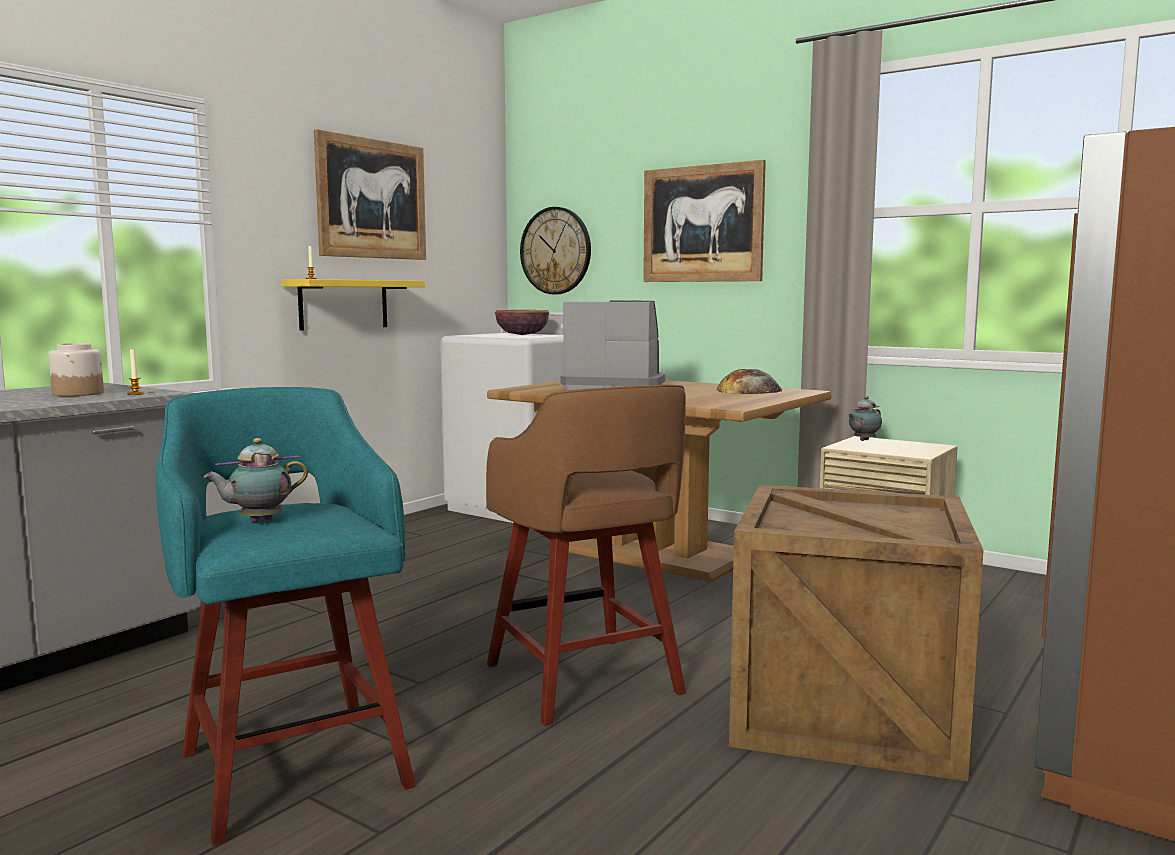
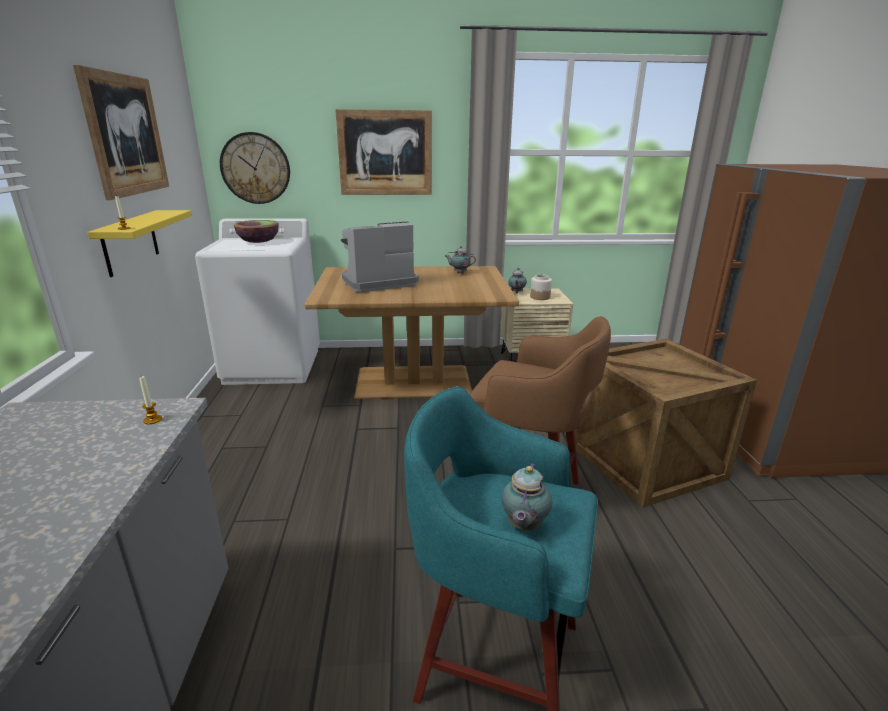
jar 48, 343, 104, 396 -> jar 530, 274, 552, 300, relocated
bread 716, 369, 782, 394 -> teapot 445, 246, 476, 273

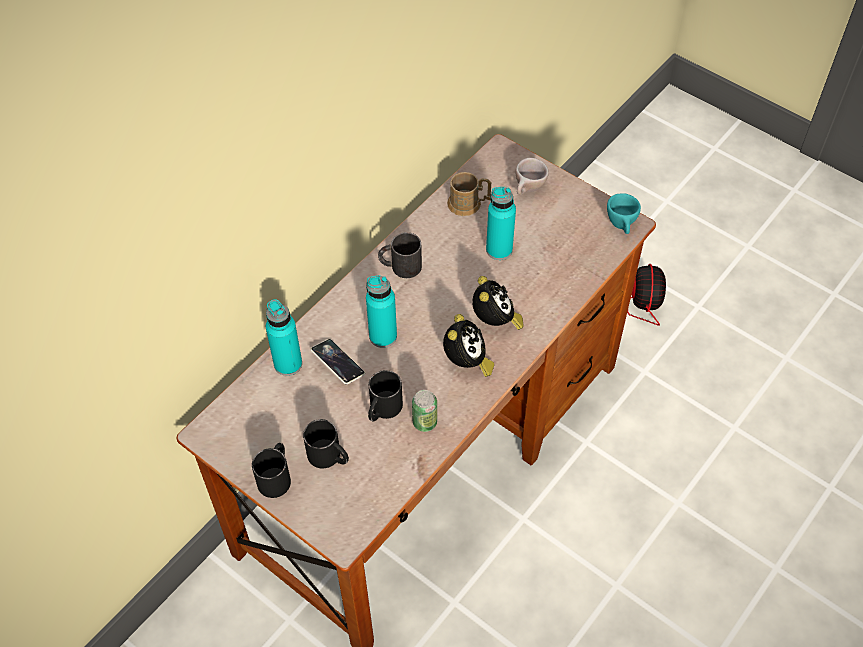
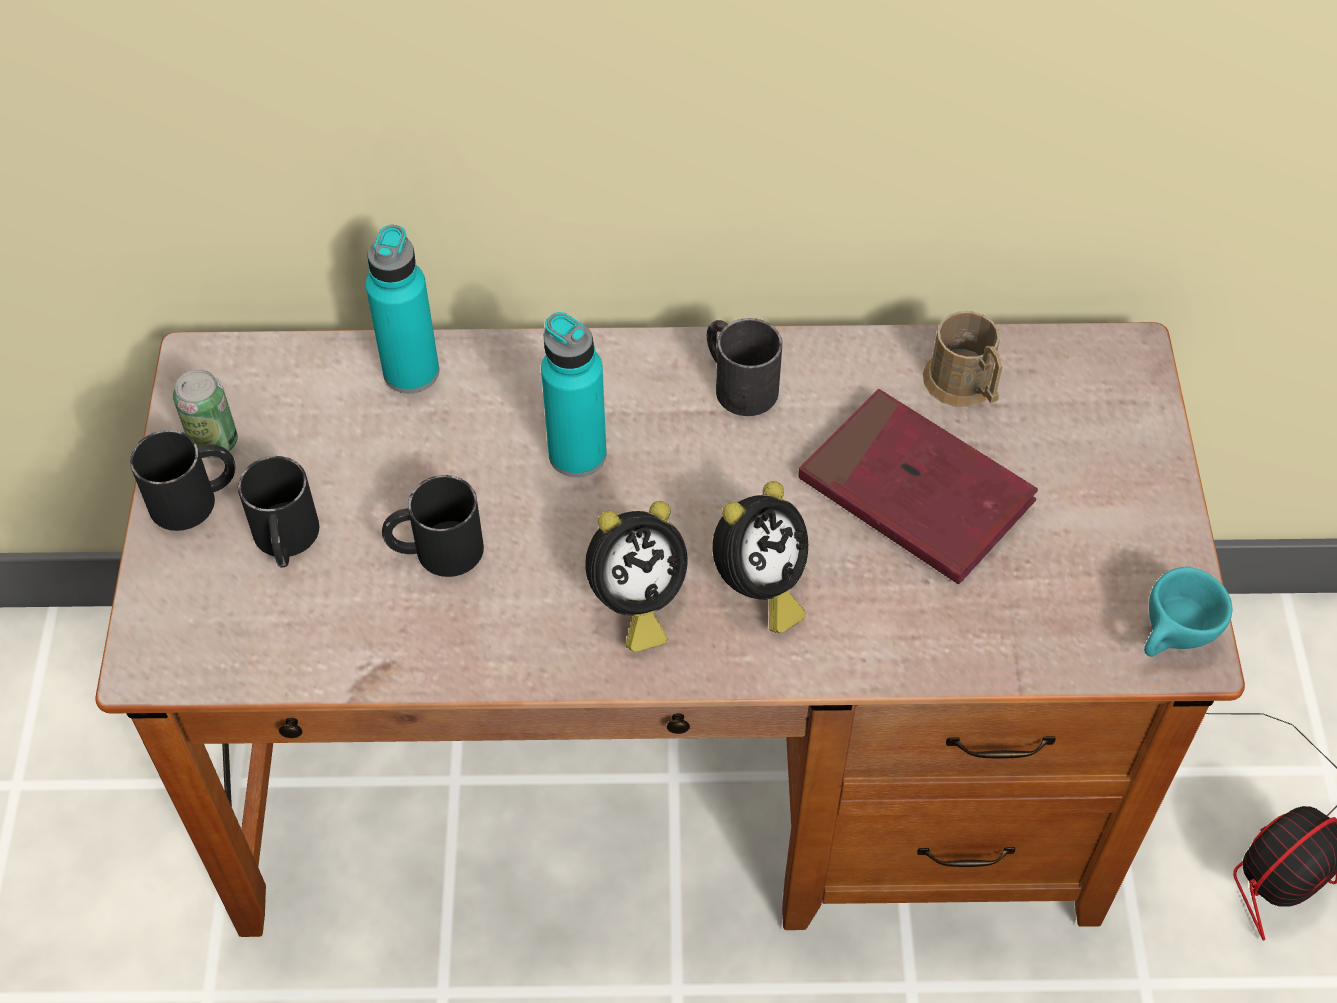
phone 310, 339, 365, 385 -> none
beige cup 515, 158, 549, 195 -> none
can 412, 390, 437, 432 -> can 173, 369, 238, 458, relocated
turquoise bottle 486, 187, 516, 260 -> red book 798, 389, 1038, 584

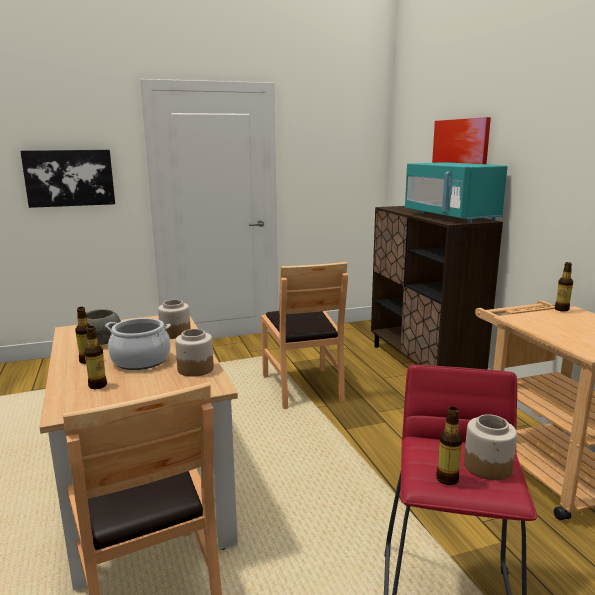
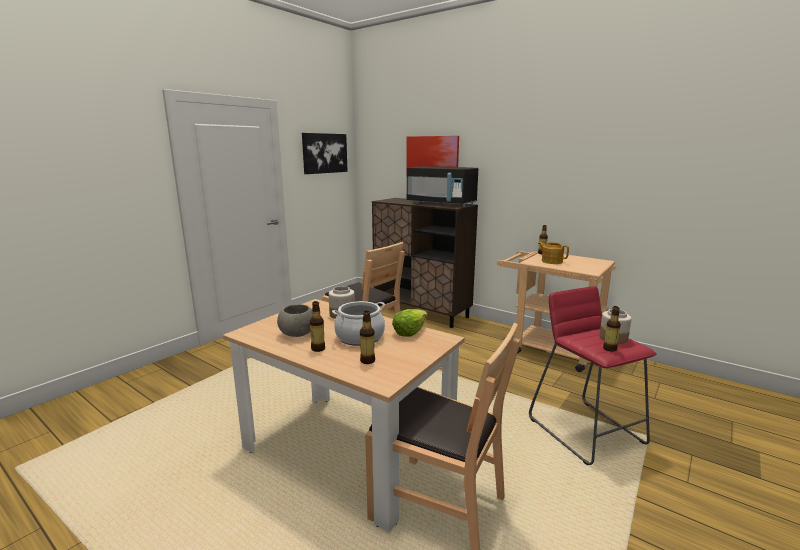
none -> teapot 538, 242, 569, 264
picture 20, 150, 115, 208 -> picture 302, 133, 348, 174, relocated
jar 175, 329, 214, 377 -> lettuce 392, 309, 428, 337
turquoise microwave 405, 162, 507, 223 -> black microwave 407, 166, 478, 207

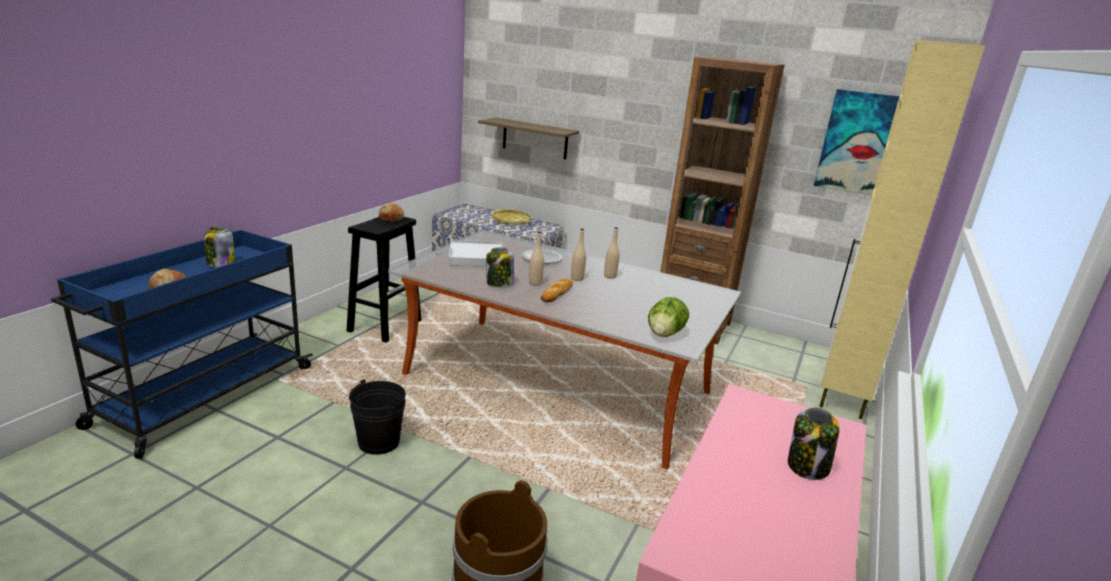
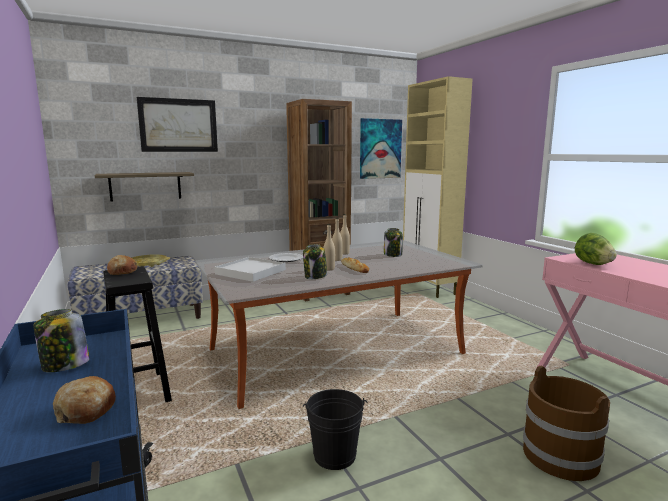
none -> picture 137, 97, 218, 152
lettuce 648, 297, 689, 337 -> lettuce 575, 233, 617, 265, relocated
jar 788, 407, 840, 480 -> jar 384, 228, 403, 257, relocated

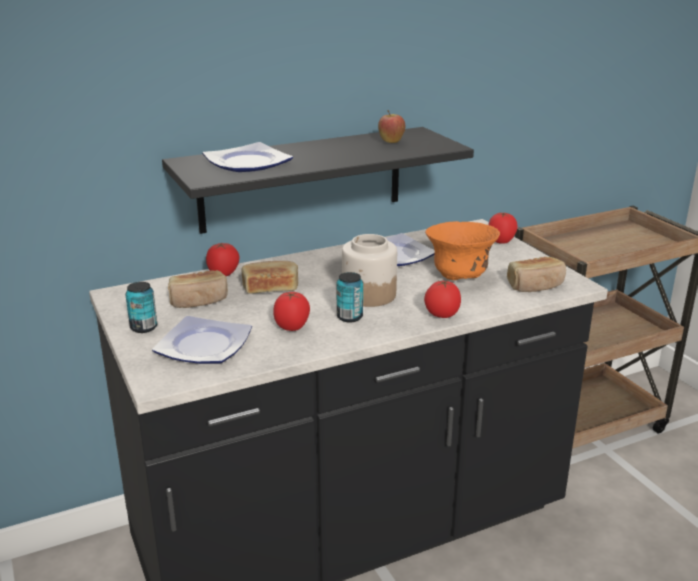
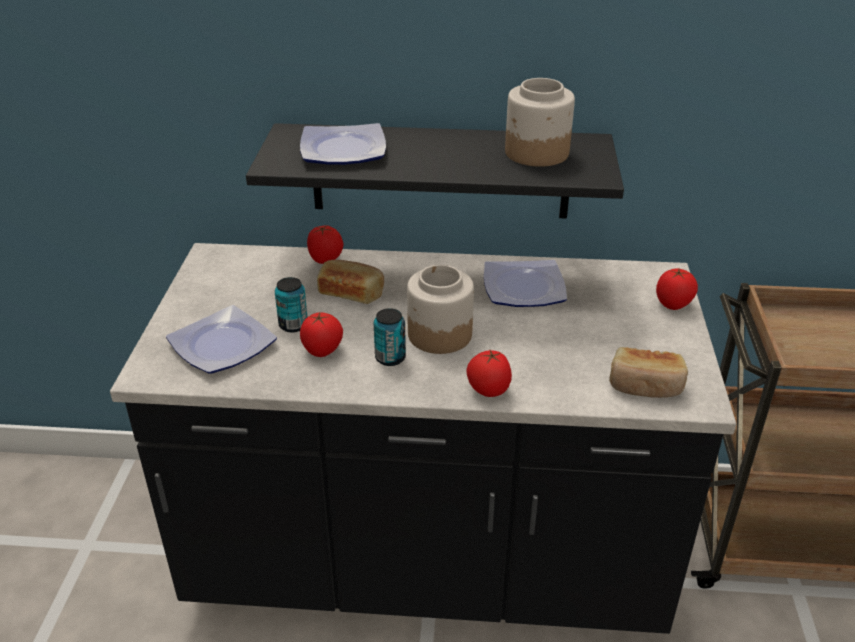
bread 168, 270, 228, 308 -> none
orange bowl 425, 221, 500, 280 -> none
can 125, 282, 157, 333 -> can 275, 277, 307, 332, relocated
apple 378, 110, 405, 143 -> jar 505, 78, 575, 167

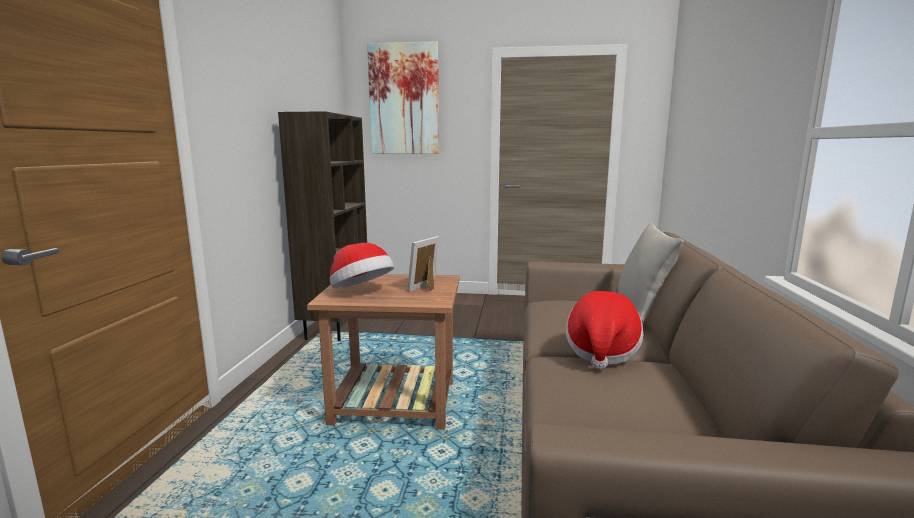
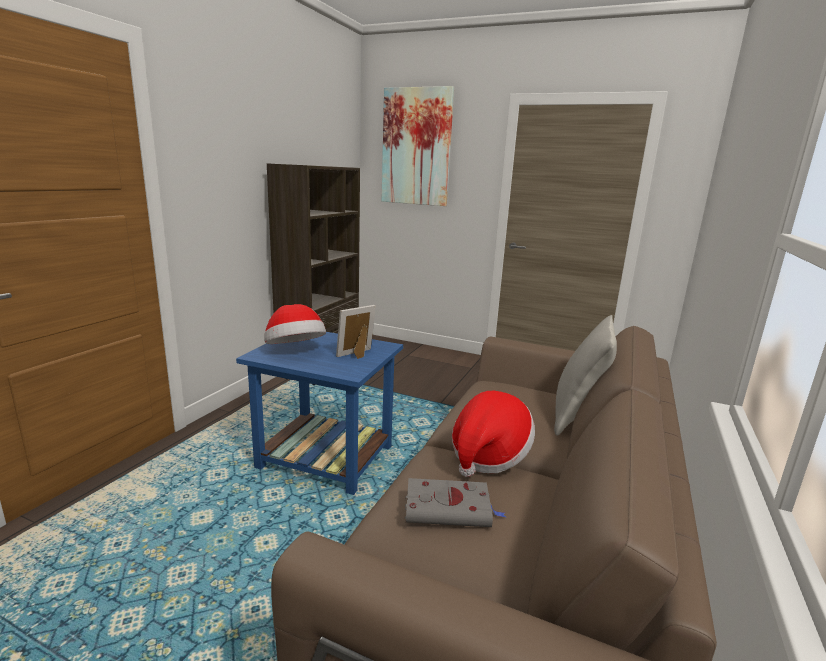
none -> grey book 405, 478, 506, 527
brown side table 307, 274, 460, 430 -> blue side table 236, 332, 403, 495

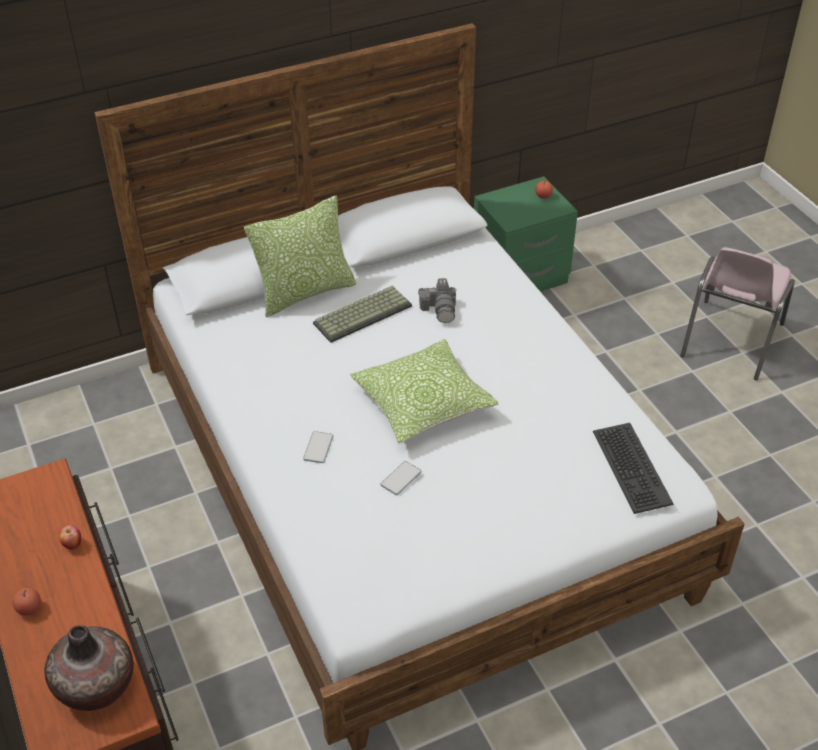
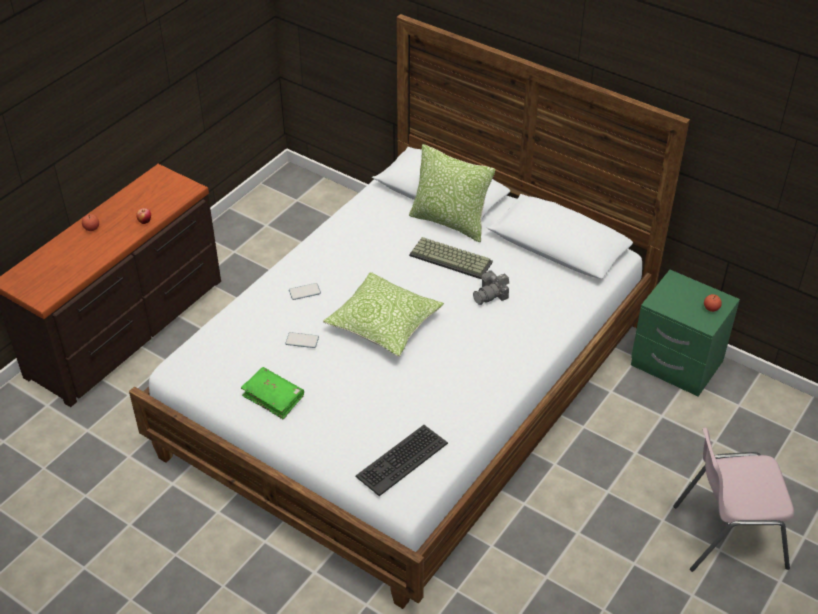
vase 45, 625, 134, 711 -> none
none -> green book 241, 367, 304, 419

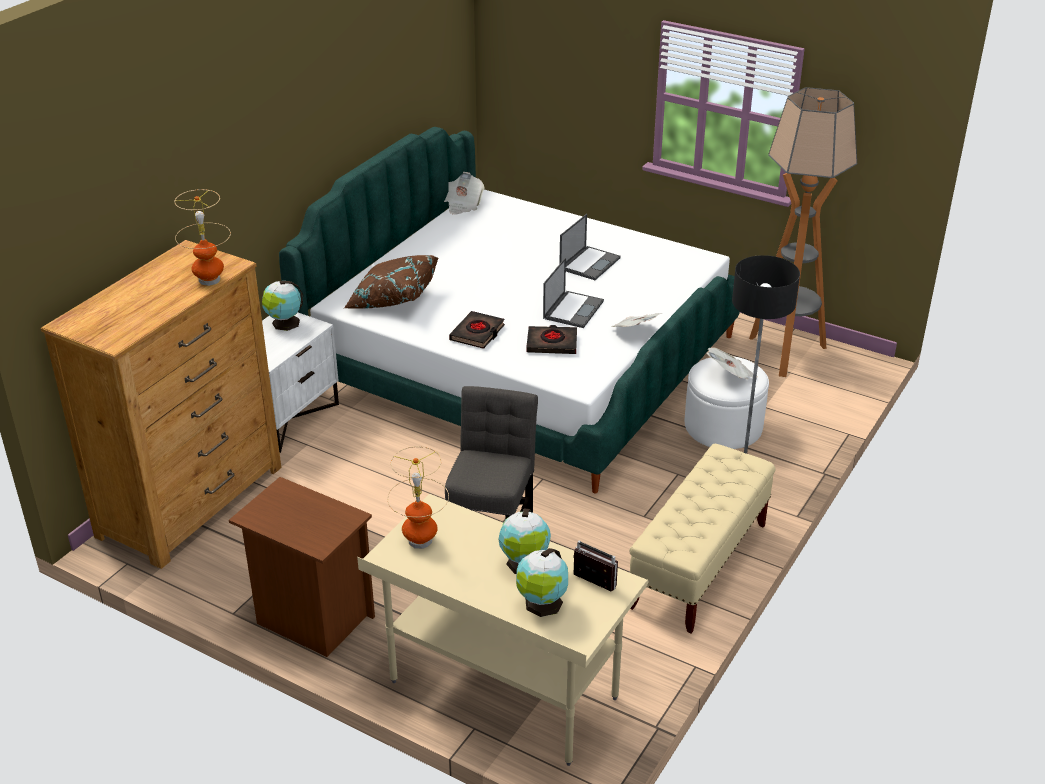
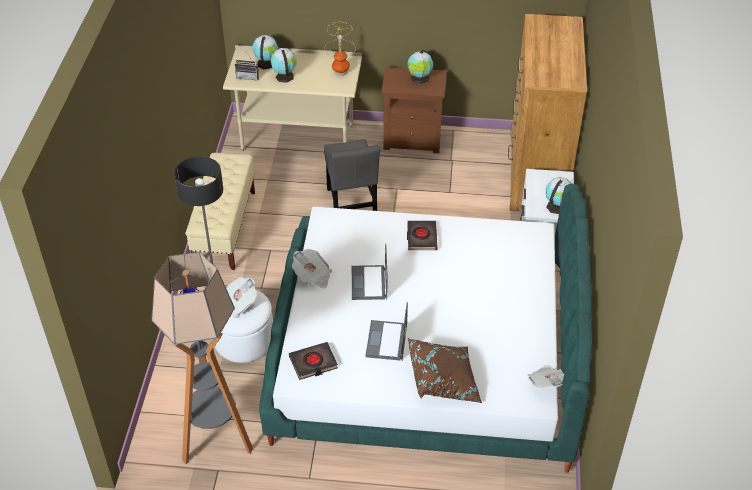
table lamp 175, 189, 231, 286 -> none
none -> globe 407, 50, 433, 84
brown pillow 345, 255, 438, 309 -> brown pillow 408, 338, 482, 403, relocated
black book 526, 325, 577, 354 -> black book 289, 342, 338, 380, relocated

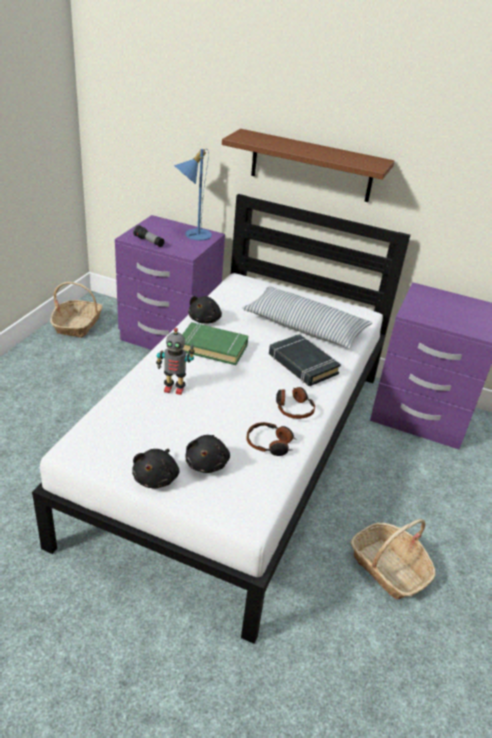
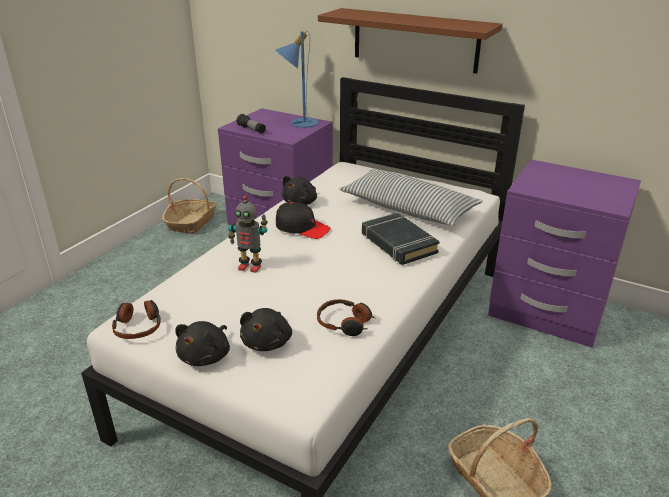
headphones 276, 387, 315, 419 -> headphones 112, 300, 161, 339, relocated
green book 182, 322, 248, 365 -> black cap 276, 202, 330, 239

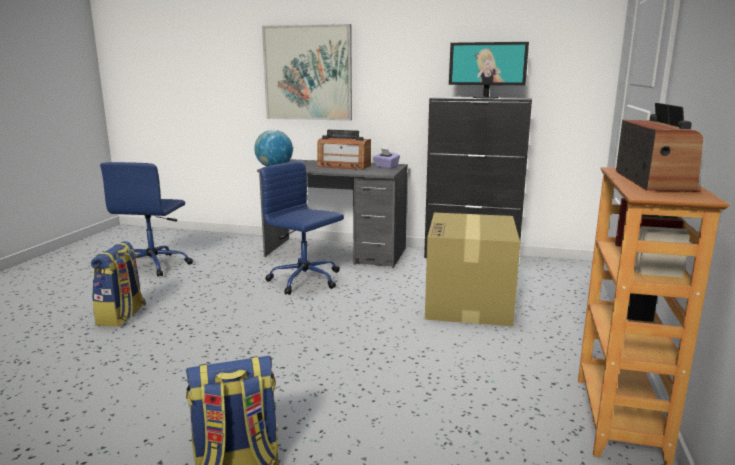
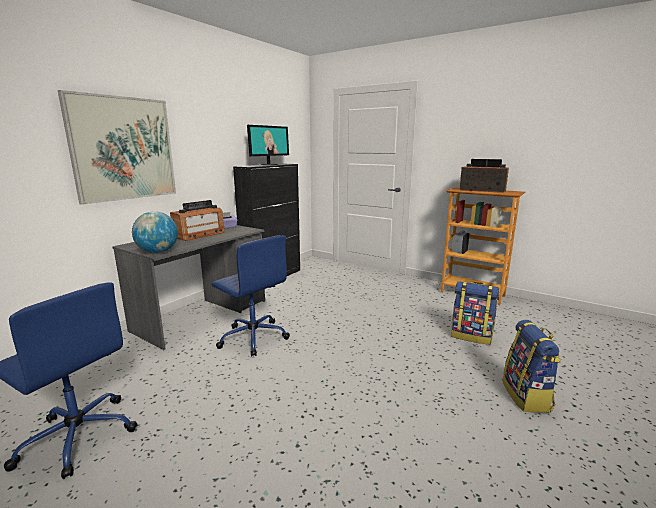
cardboard box 425, 212, 520, 326 -> none
backpack 91, 241, 146, 326 -> backpack 451, 281, 499, 345, relocated
blue office chair 260, 161, 344, 295 -> blue office chair 211, 235, 290, 357, 105 degrees counterclockwise

